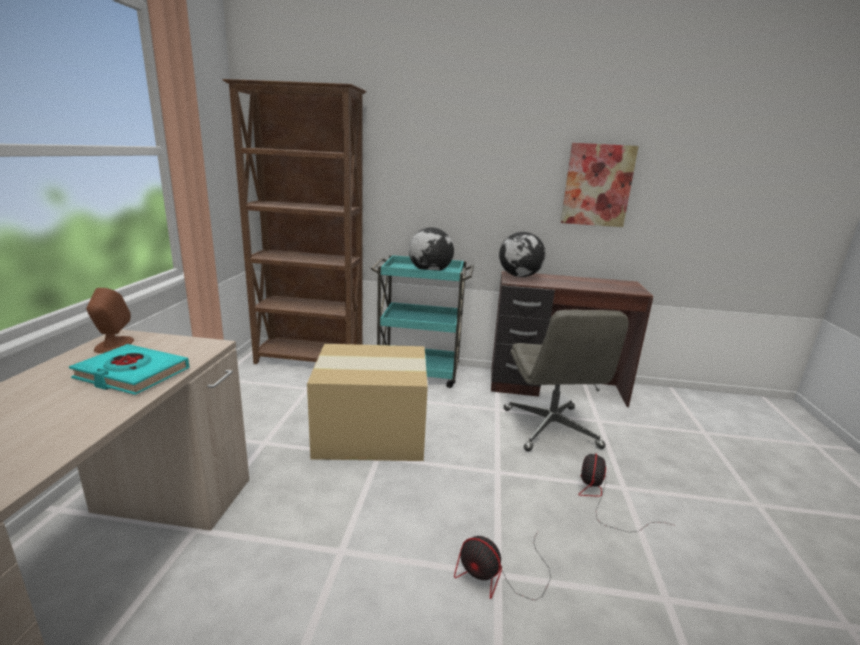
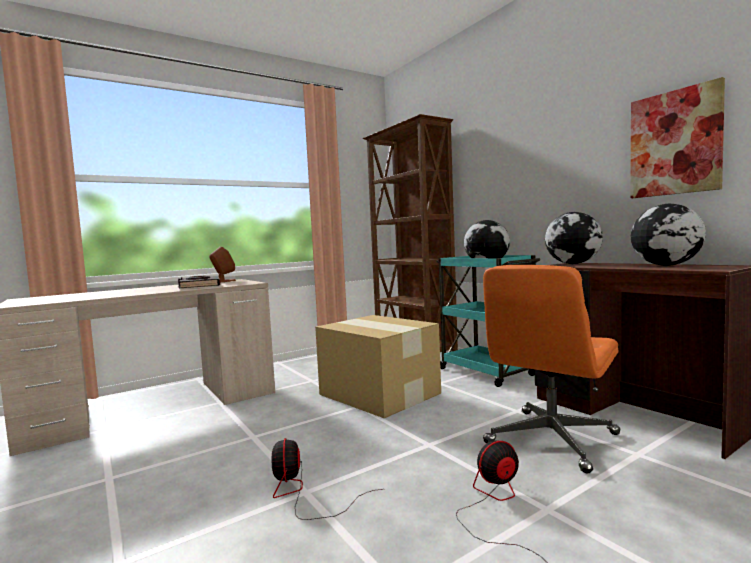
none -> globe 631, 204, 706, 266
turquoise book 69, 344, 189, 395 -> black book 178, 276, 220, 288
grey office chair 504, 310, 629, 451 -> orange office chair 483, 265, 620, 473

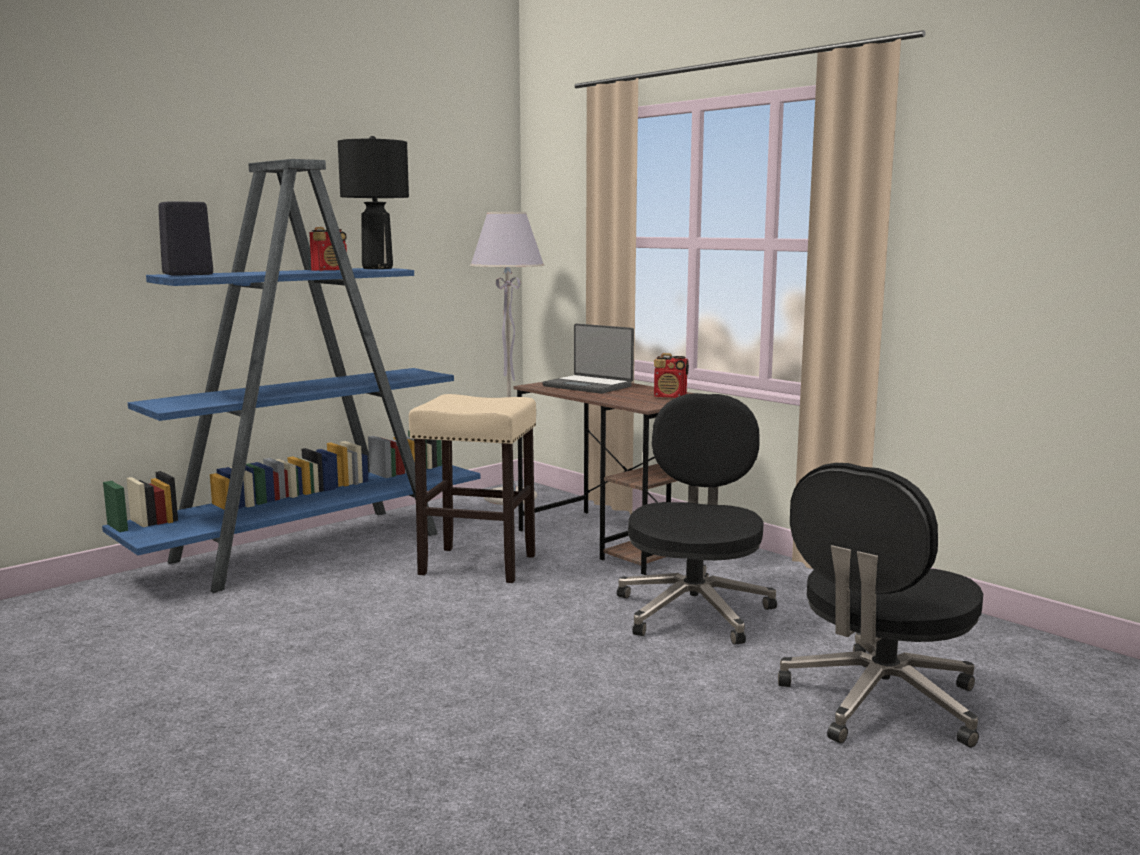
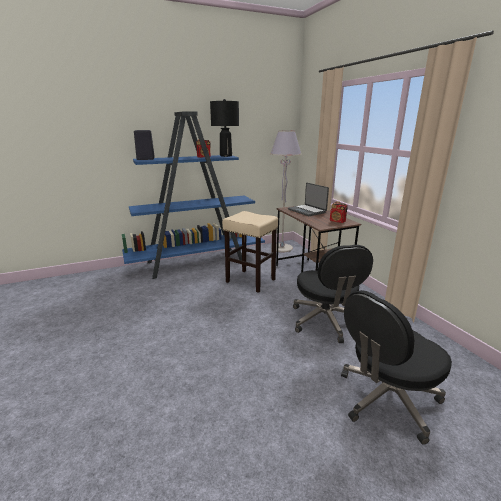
black office chair 617, 393, 777, 645 -> black office chair 293, 245, 373, 343, 135 degrees clockwise

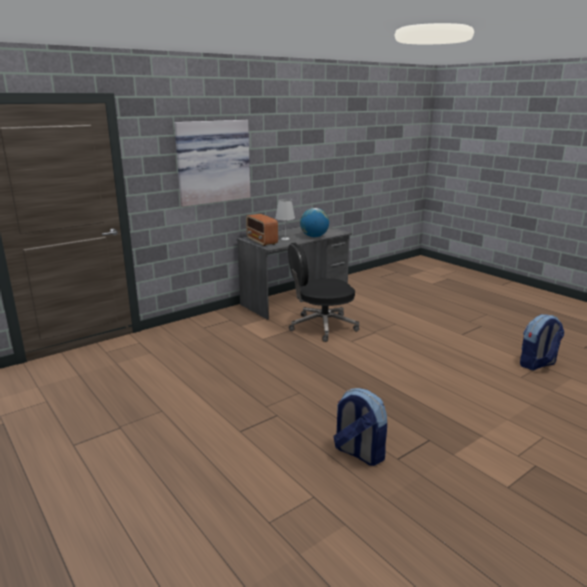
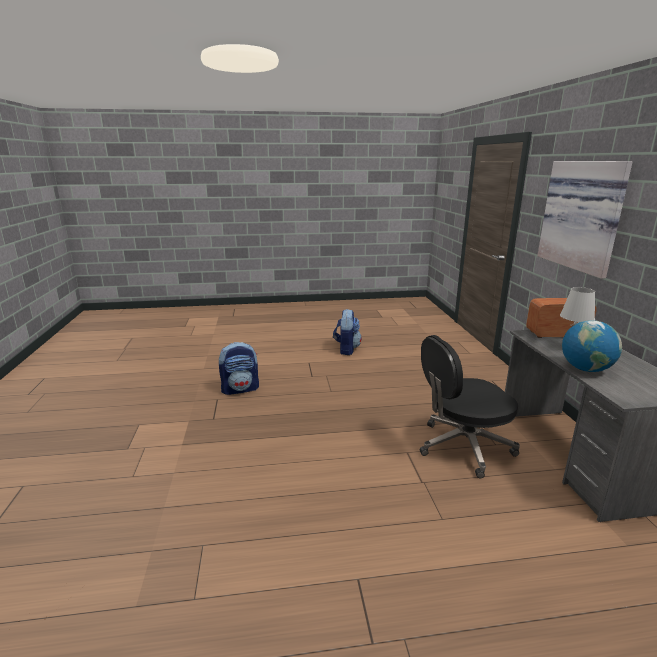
backpack 520, 314, 564, 370 -> backpack 333, 309, 362, 355, relocated
black office chair 288, 243, 359, 342 -> black office chair 420, 335, 520, 478, 120 degrees counterclockwise

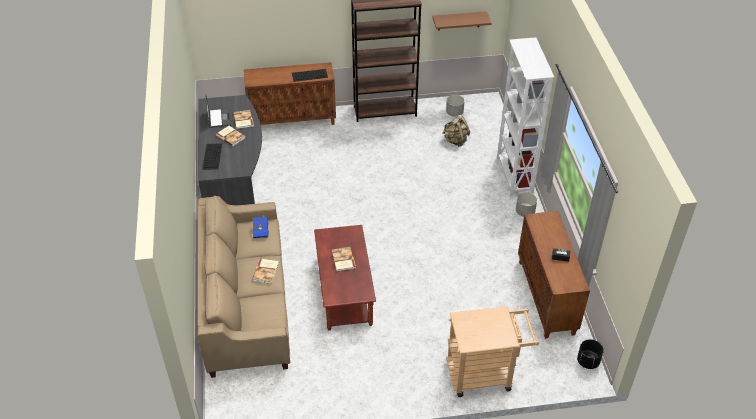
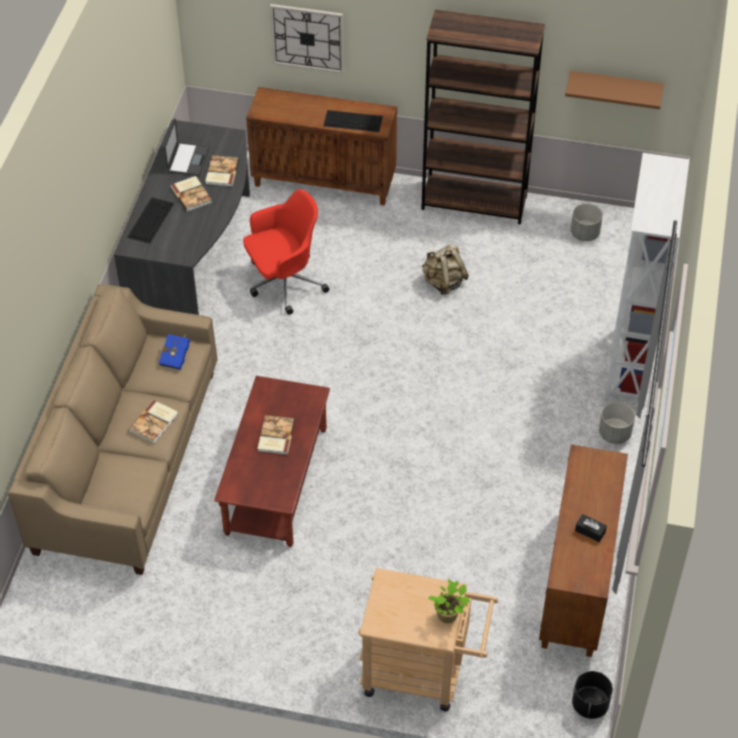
none -> red office chair 243, 189, 329, 315
none -> wall clock 270, 4, 344, 74
none -> potted plant 428, 579, 470, 623
beige backpack 442, 115, 470, 147 -> beige backpack 421, 244, 469, 295, relocated

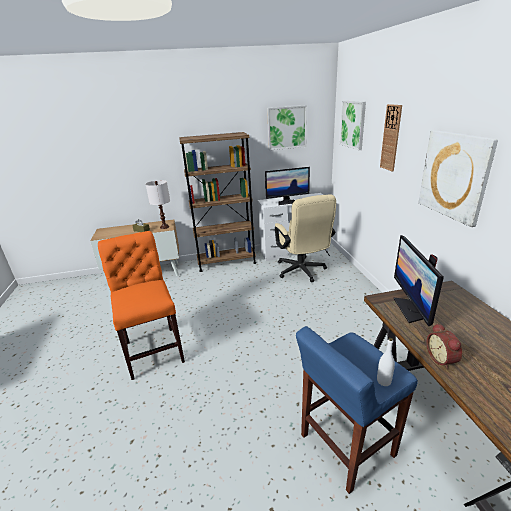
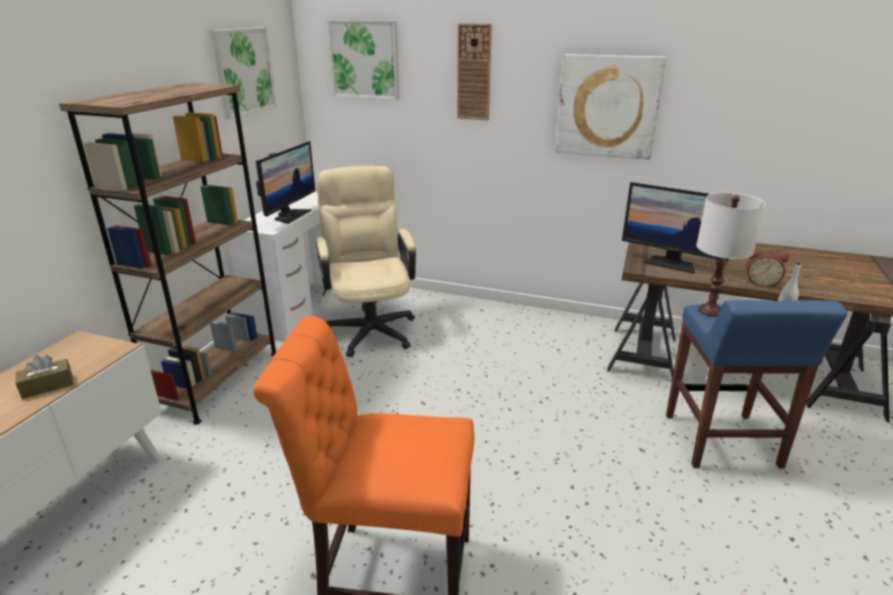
white table lamp 146, 180, 170, 229 -> white table lamp 696, 193, 766, 317, relocated
beige office chair 275, 194, 336, 282 -> beige office chair 316, 166, 416, 357, 120 degrees counterclockwise

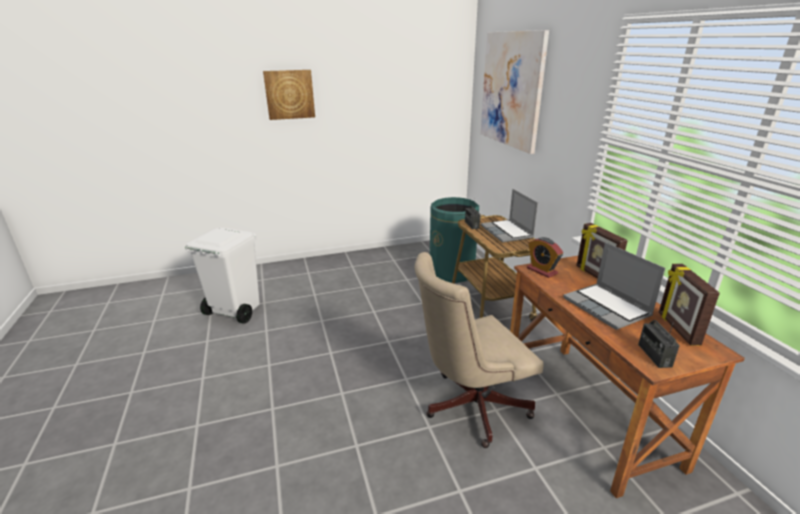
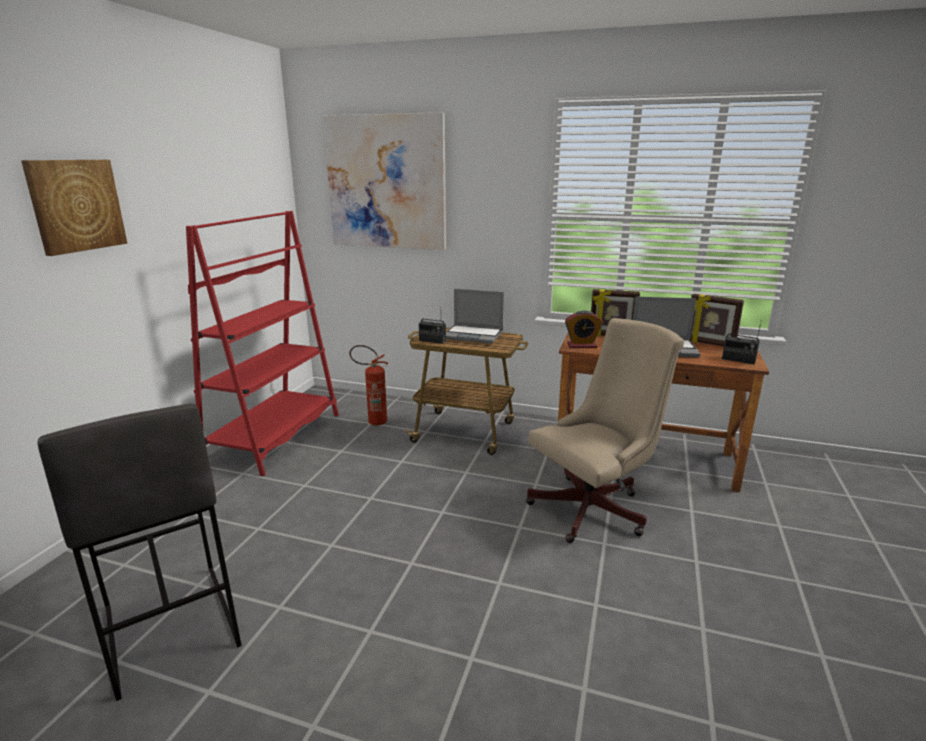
none -> red bookcase 186, 211, 339, 476
white trash can 185, 228, 260, 324 -> grey stool 38, 404, 242, 701
green trash can 430, 197, 479, 283 -> fire extinguisher 349, 345, 388, 425
beige office chair 415, 252, 544, 448 -> beige office chair 526, 318, 684, 543, 135 degrees counterclockwise

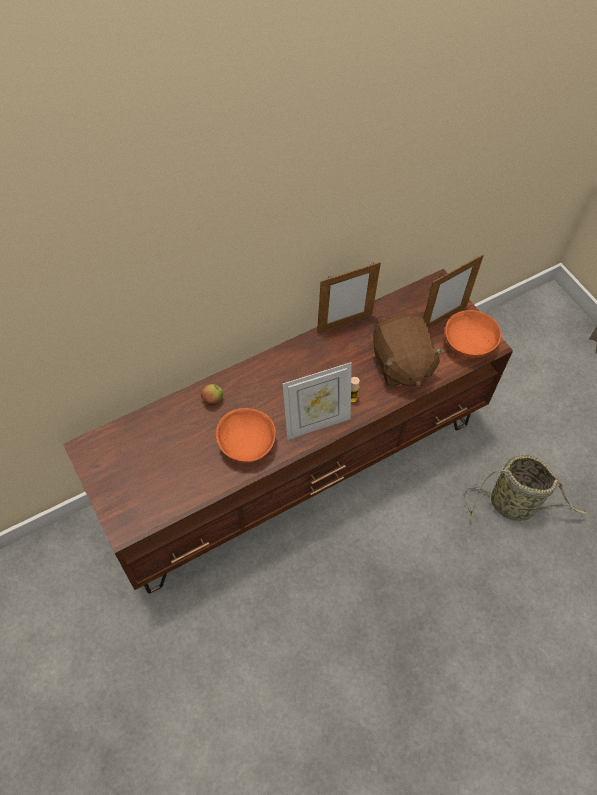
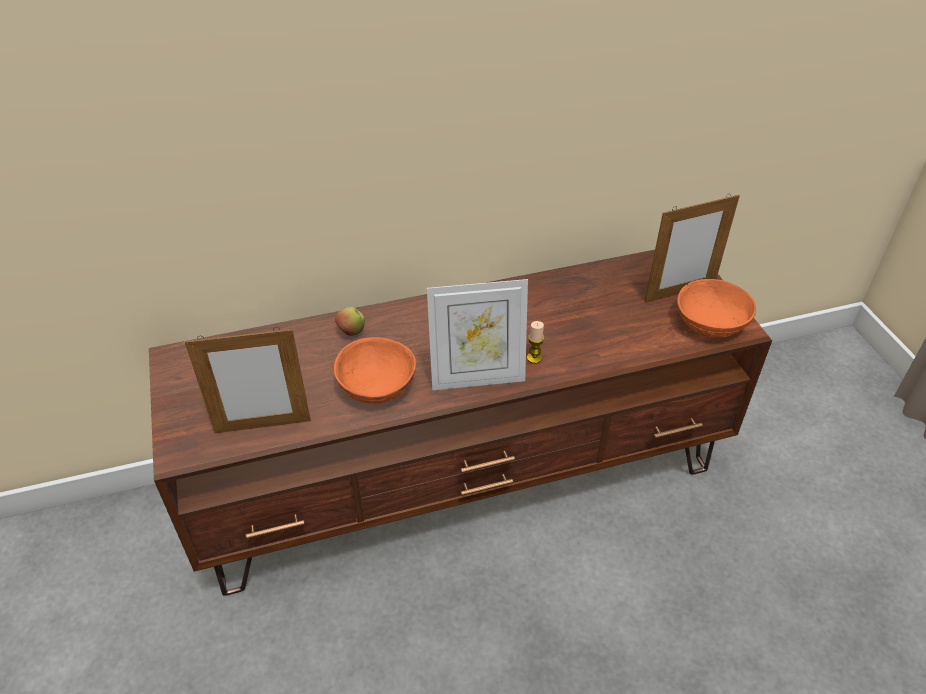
brown plush toy 373, 314, 445, 387 -> none
basket 464, 455, 588, 521 -> none
picture frame 317, 262, 381, 333 -> picture frame 185, 327, 311, 433, relocated

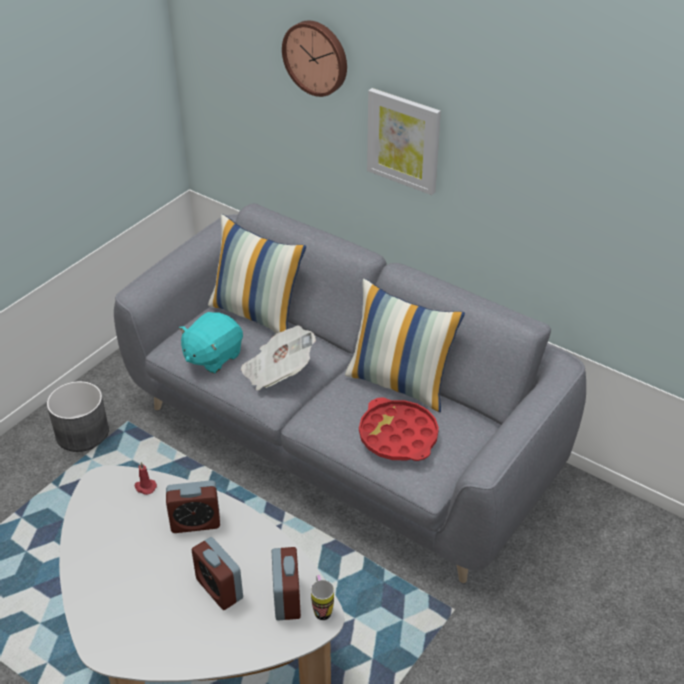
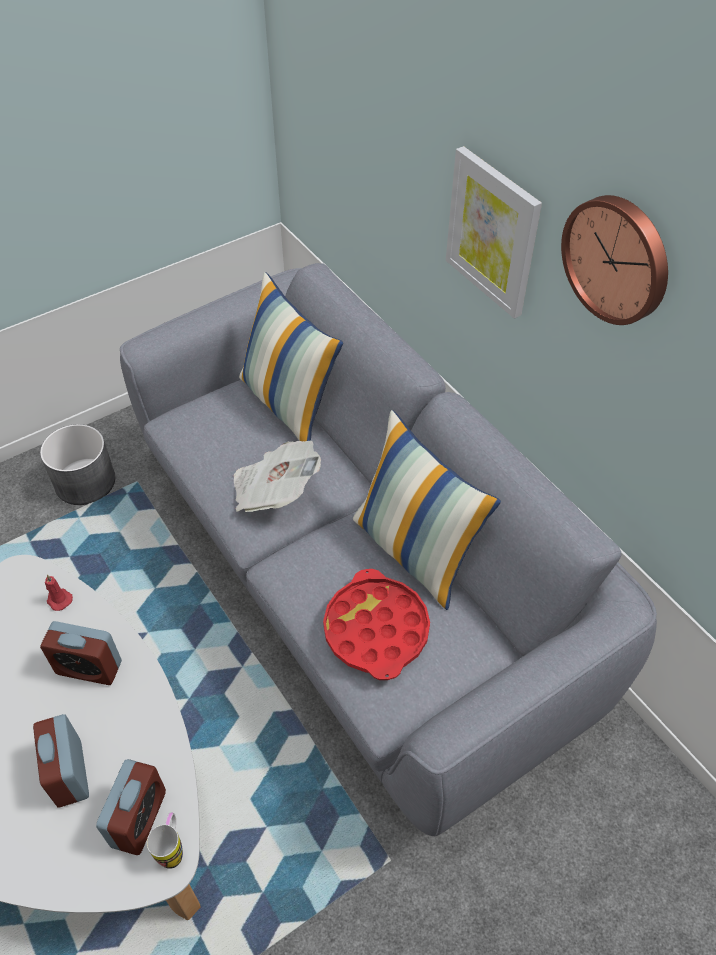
turquoise plush toy 179, 312, 243, 373 -> none
wall clock 282, 21, 347, 97 -> wall clock 561, 195, 668, 325, relocated

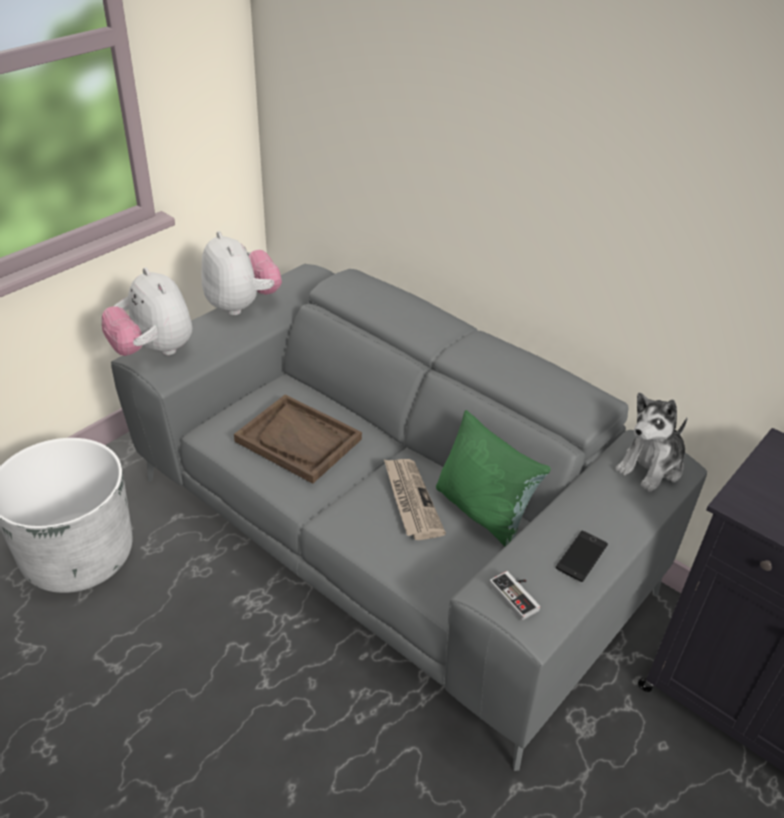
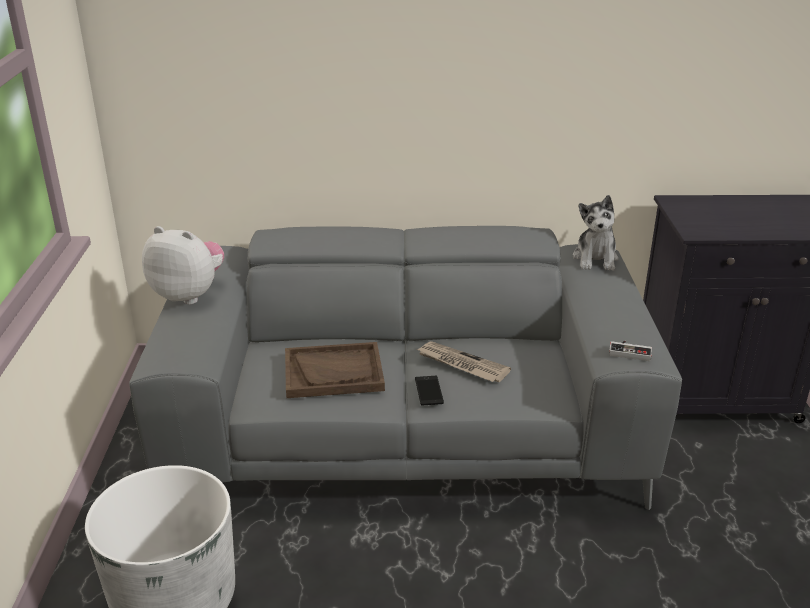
plush toy 102, 267, 192, 356 -> none
green pillow 436, 410, 551, 546 -> none
phone 556, 531, 608, 582 -> phone 415, 376, 444, 405, relocated

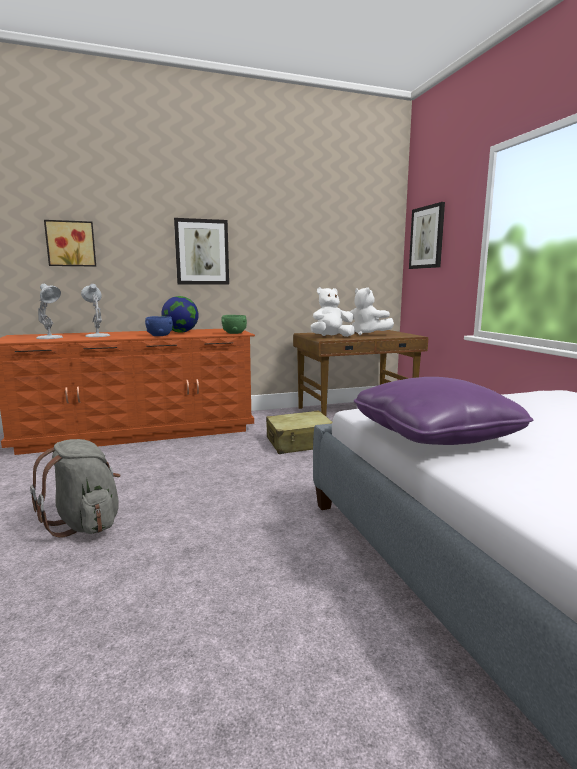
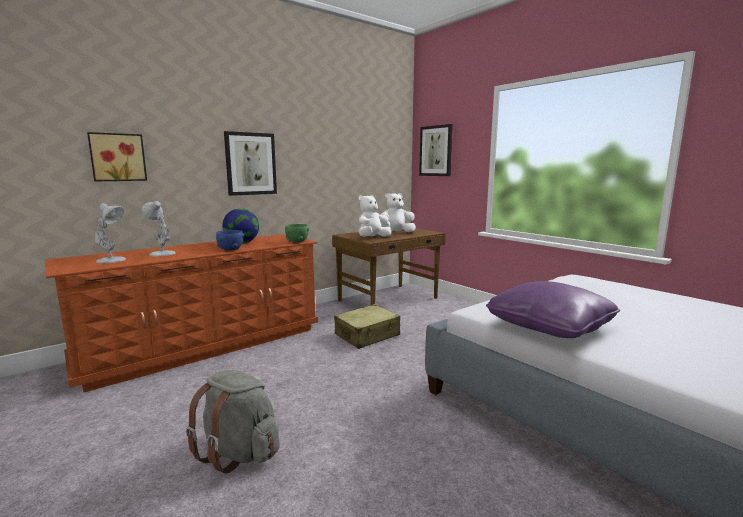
white plush toy 350, 287, 394, 335 -> white plush toy 381, 193, 416, 232, 135 degrees clockwise

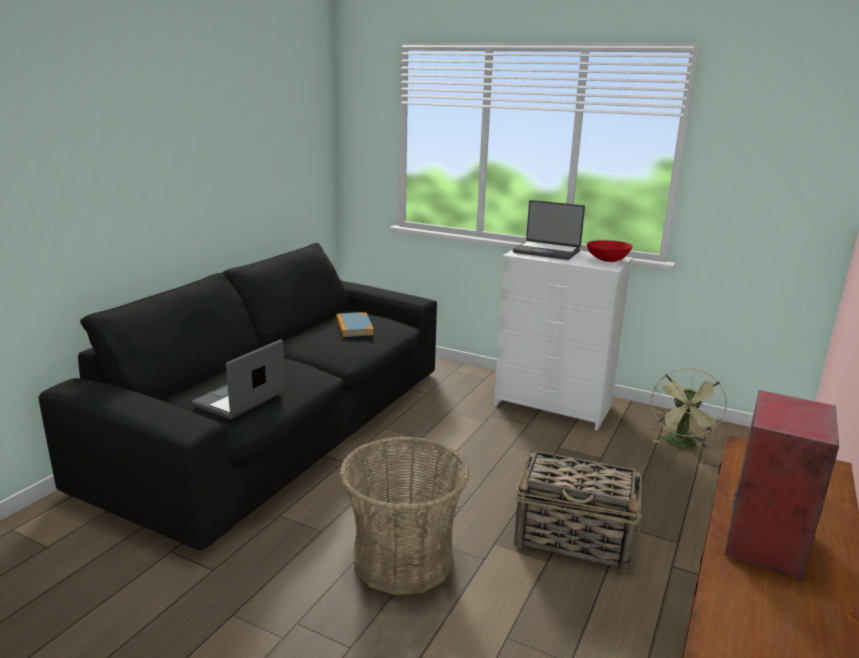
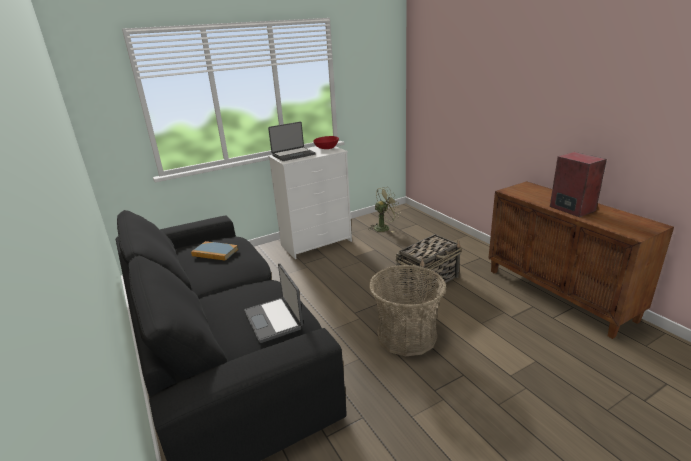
green fan 651, 368, 727, 448 -> green fan 368, 187, 400, 232, 75 degrees counterclockwise

